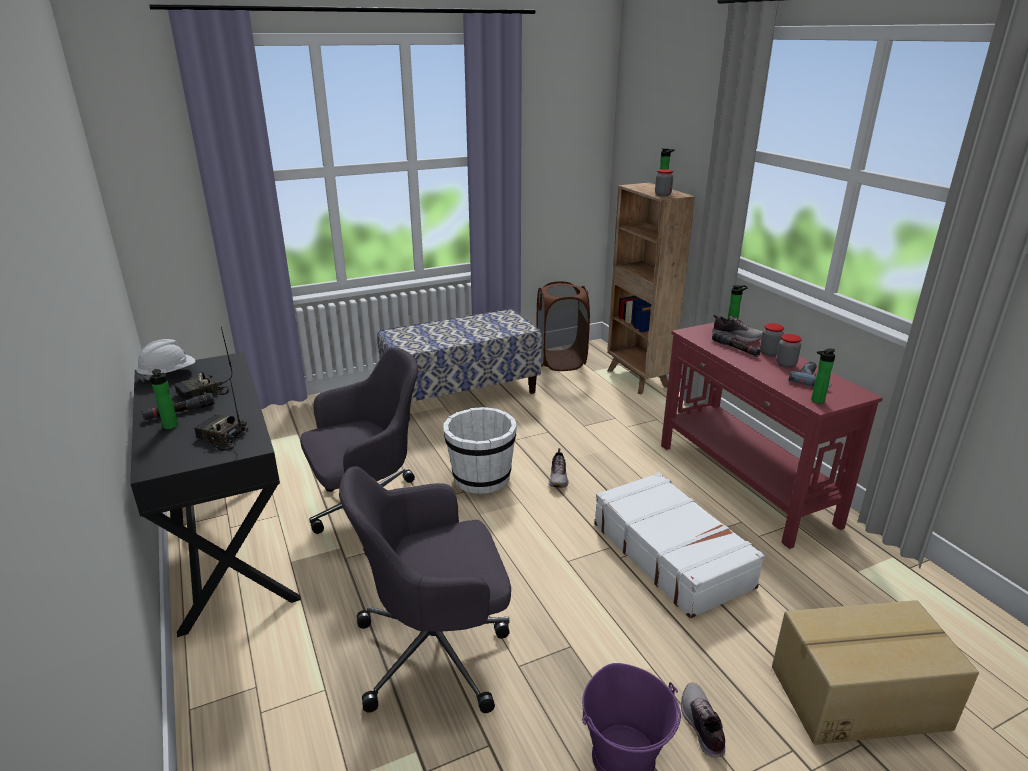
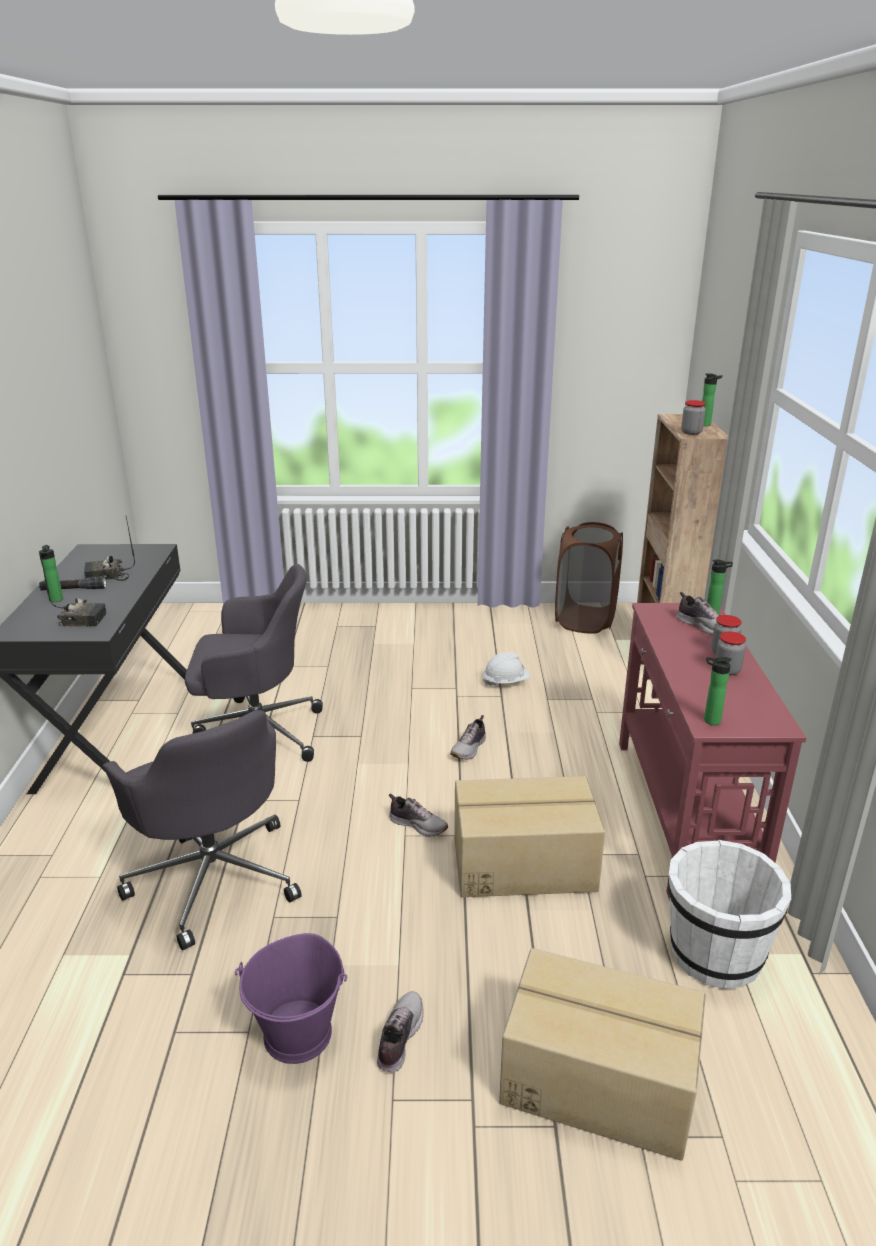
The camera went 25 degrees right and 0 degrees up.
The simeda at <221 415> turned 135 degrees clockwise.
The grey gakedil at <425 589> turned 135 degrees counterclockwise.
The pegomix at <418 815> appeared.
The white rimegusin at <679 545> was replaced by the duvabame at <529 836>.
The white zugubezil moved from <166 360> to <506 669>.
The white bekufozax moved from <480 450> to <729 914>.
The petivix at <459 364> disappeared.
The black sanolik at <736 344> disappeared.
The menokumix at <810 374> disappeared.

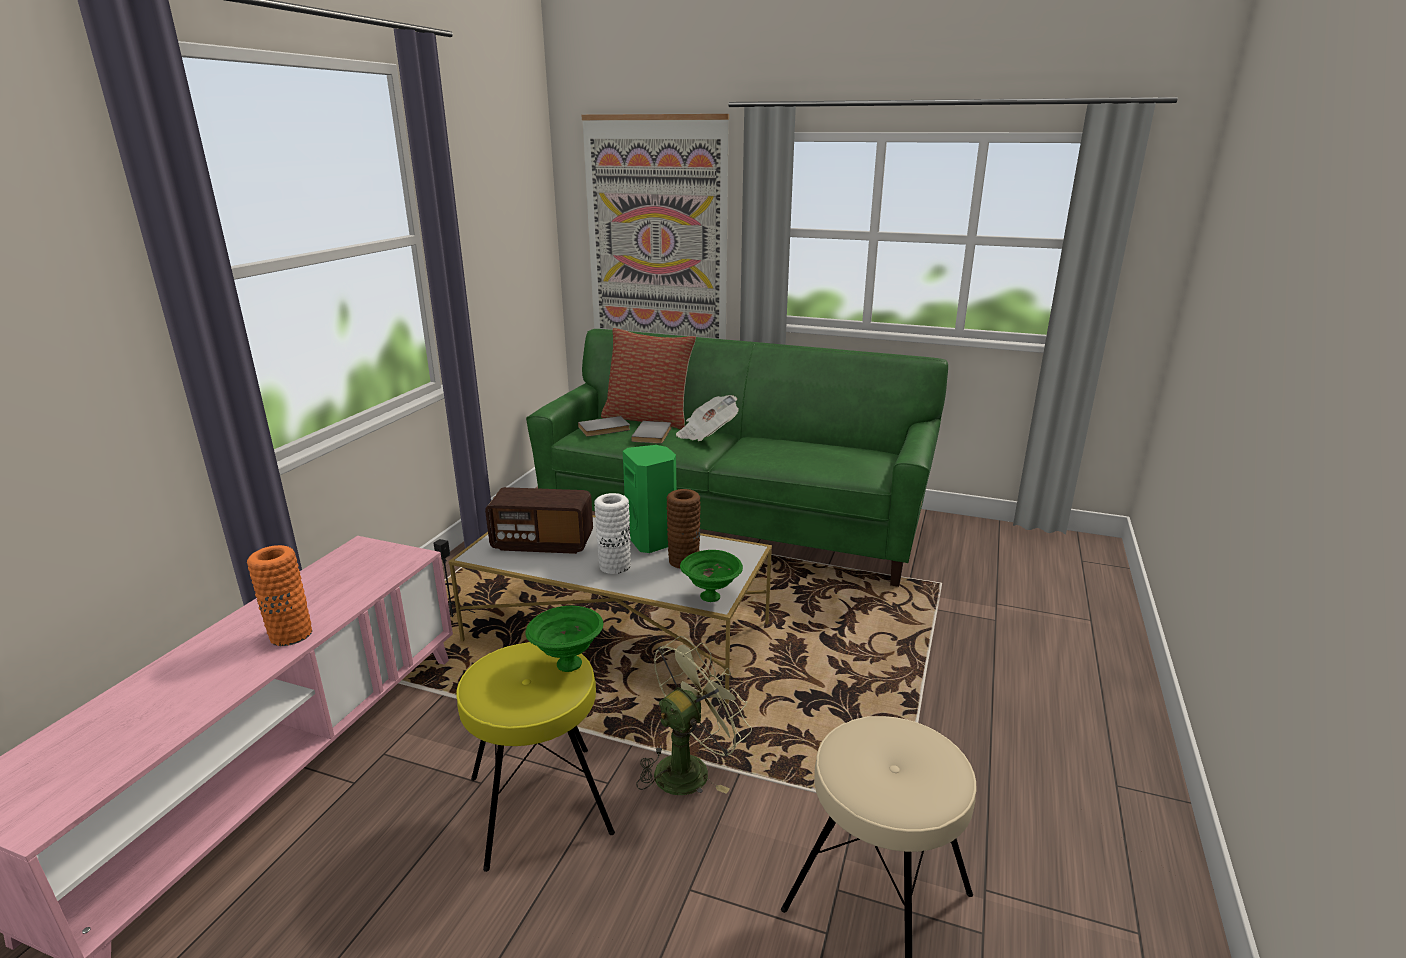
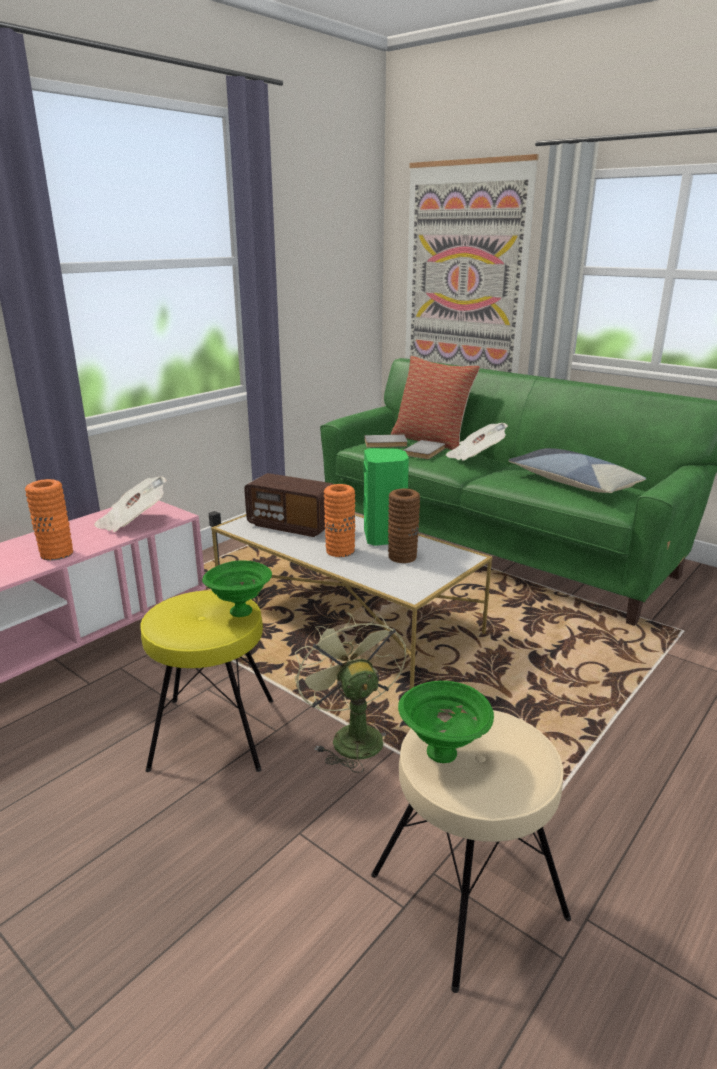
The camera went 20 degrees right and 0 degrees up.
The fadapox at <130 504> appeared.
The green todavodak at <694 715> turned 90 degrees counterclockwise.
The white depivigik at <612 533> became the orange depivigik at <339 520>.
The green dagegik moved from <711 576> to <446 722>.
The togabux at <577 470> appeared.

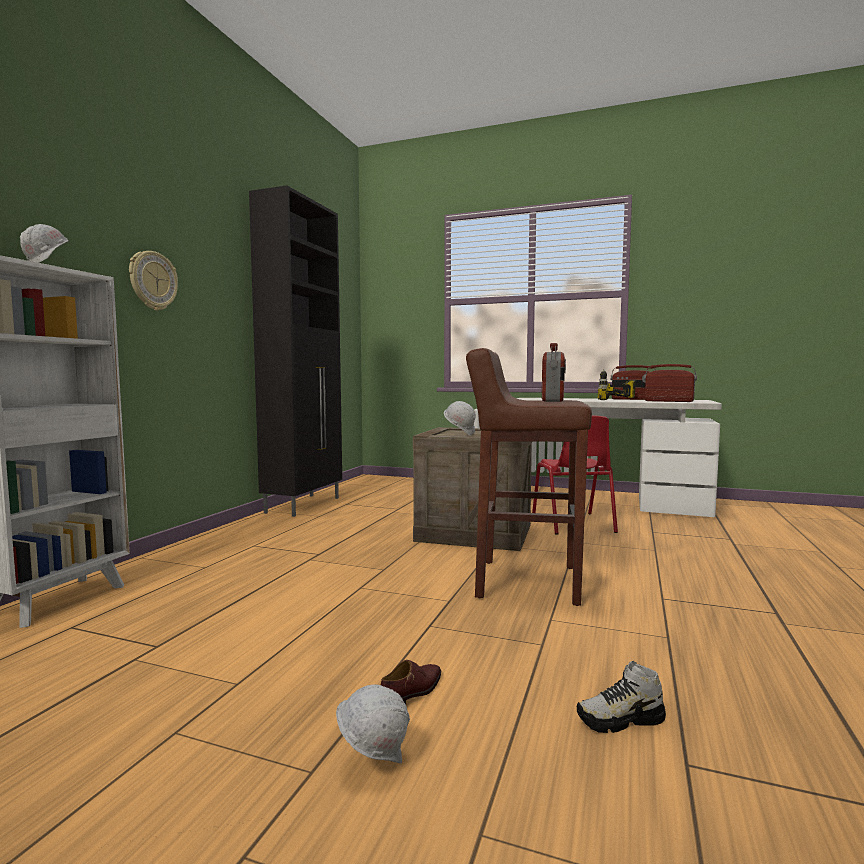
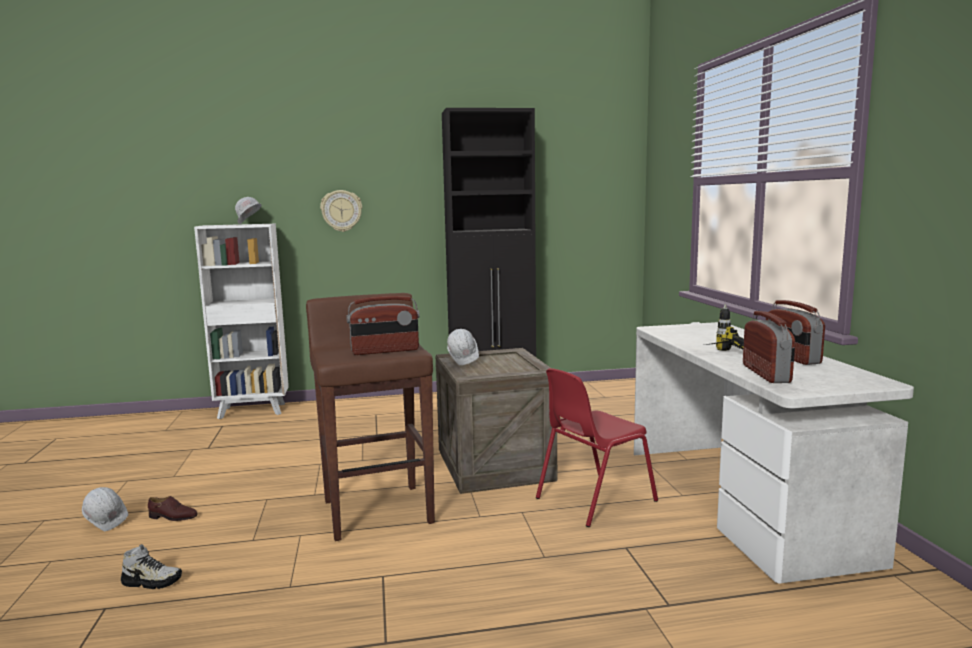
The camera went 60 degrees right and 5 degrees up.
The pegomix at <621 697> turned 135 degrees clockwise.

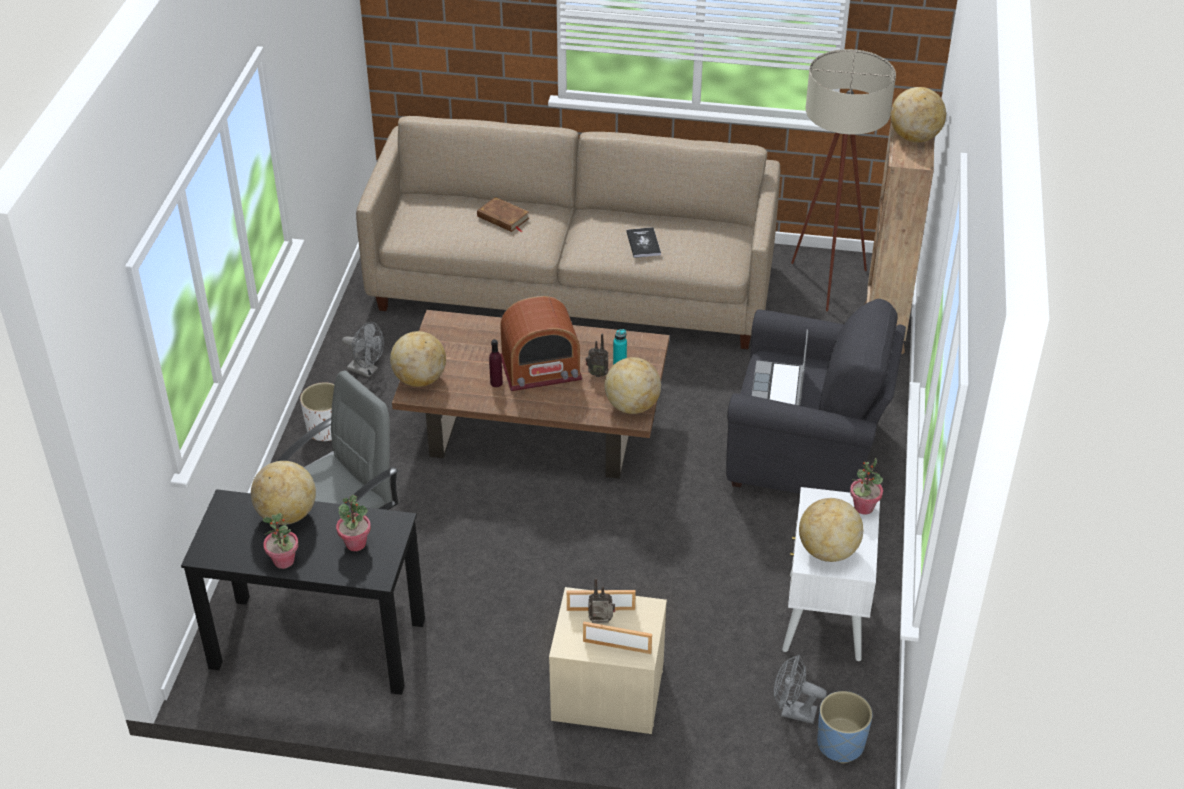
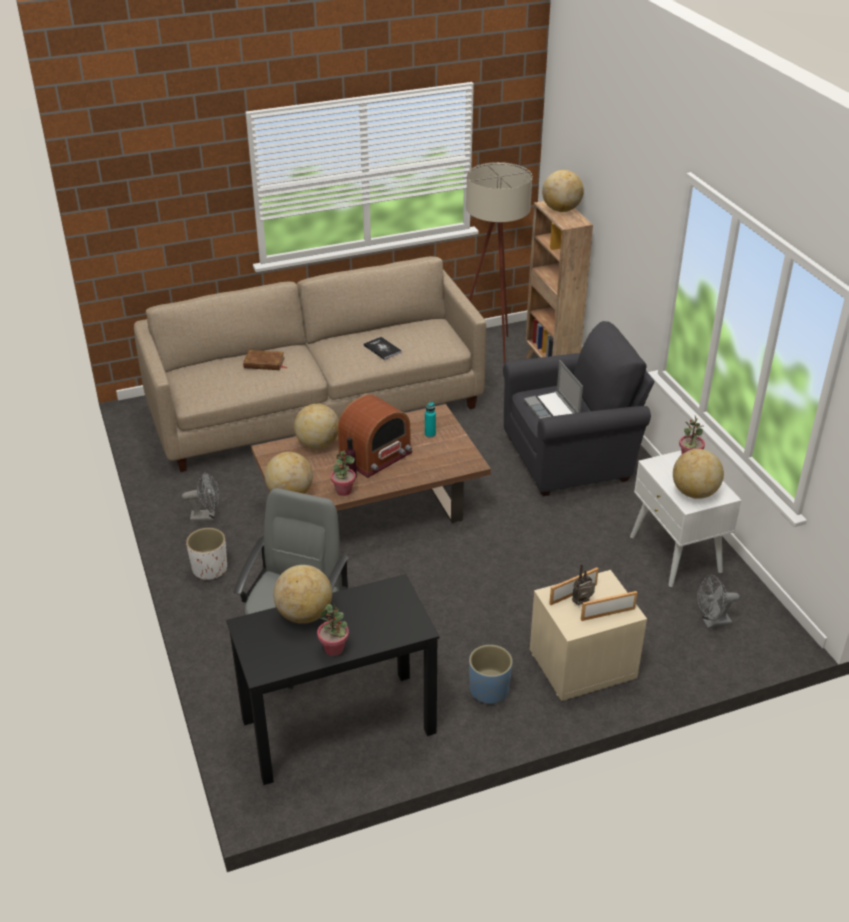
The camera went 30 degrees left and 5 degrees down.
The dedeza moved from <633 385> to <316 426>.
The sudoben moved from <353 523> to <343 473>.
The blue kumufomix moved from <845 727> to <491 674>.
The simeda at <597 355> disappeared.

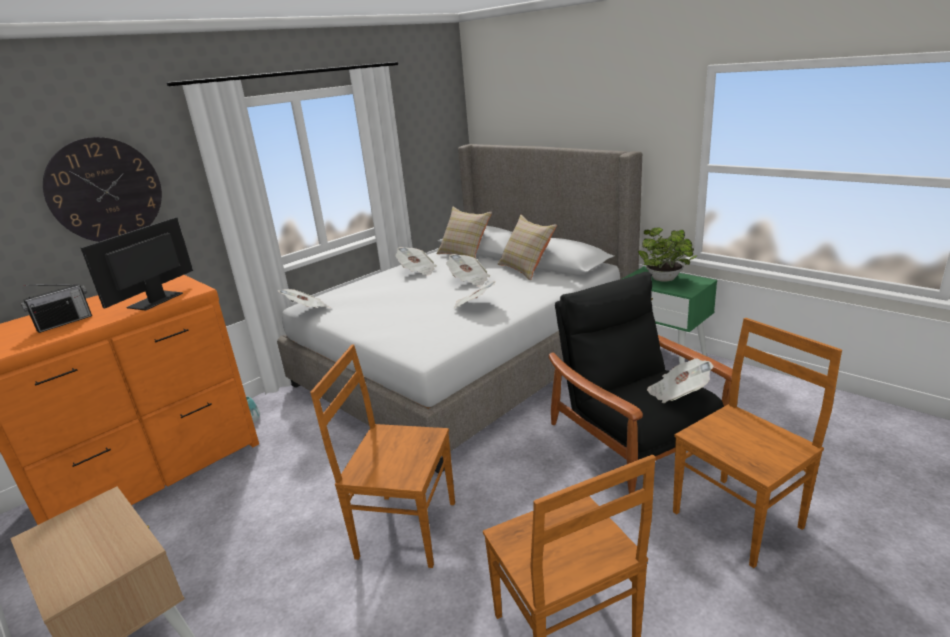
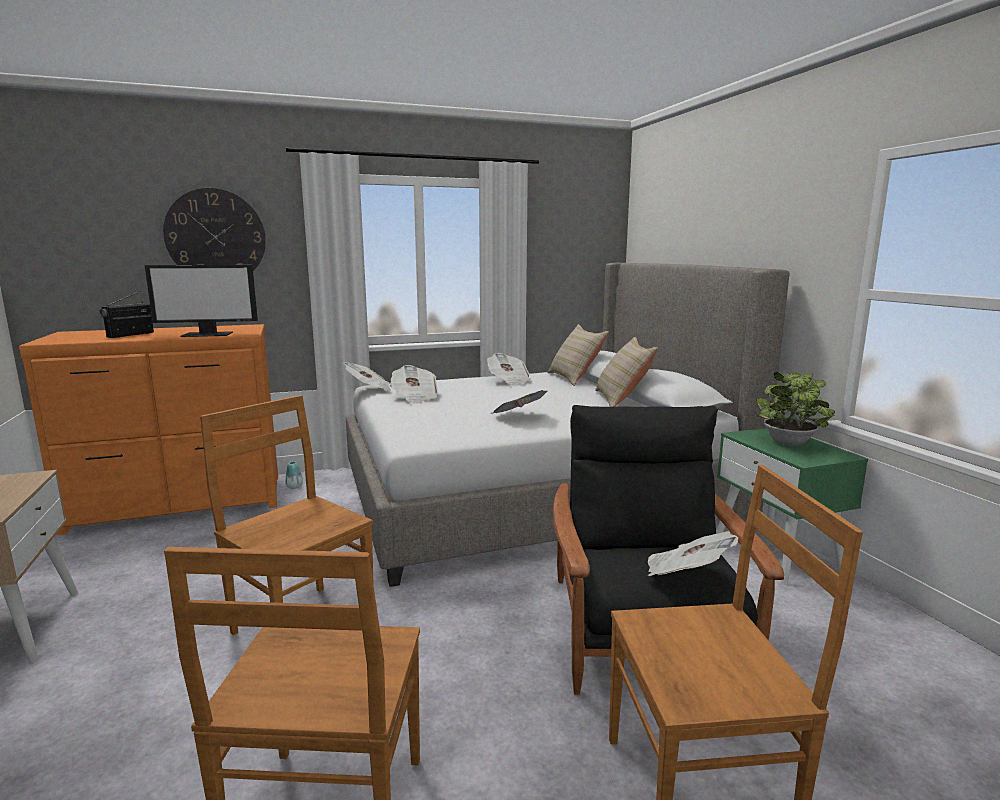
The camera went 25 degrees right and 10 degrees down.
The simeda at <56 308> turned 135 degrees clockwise.
The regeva at <137 264> turned 150 degrees counterclockwise.
The fadapox moved from <468 270> to <414 384>.

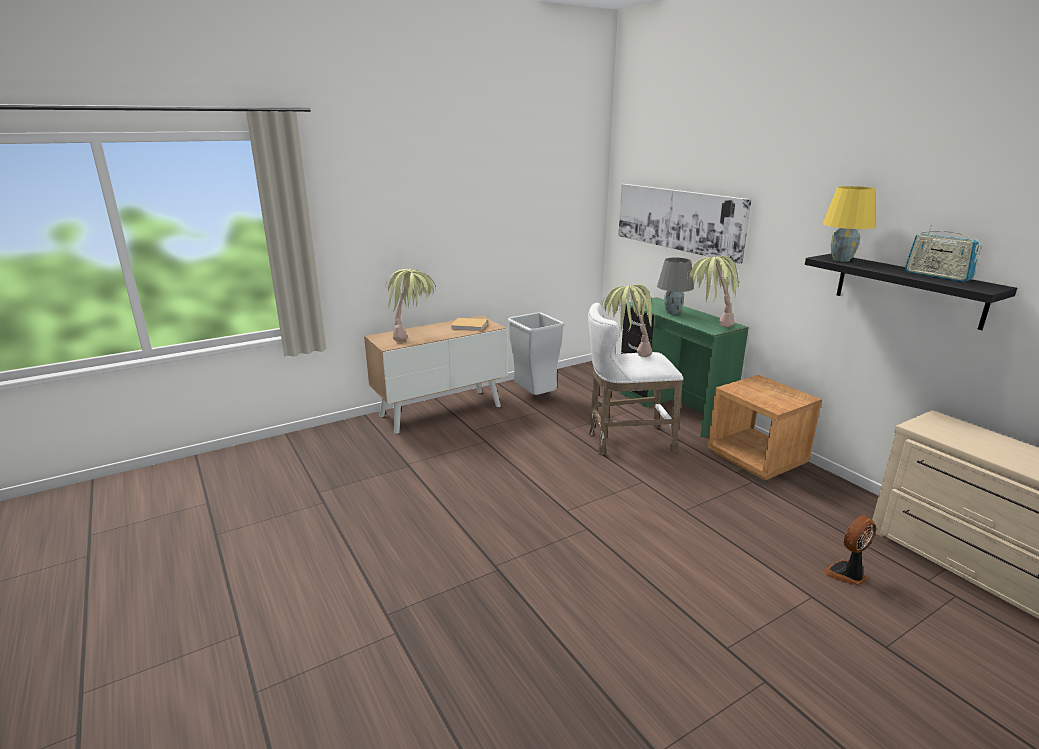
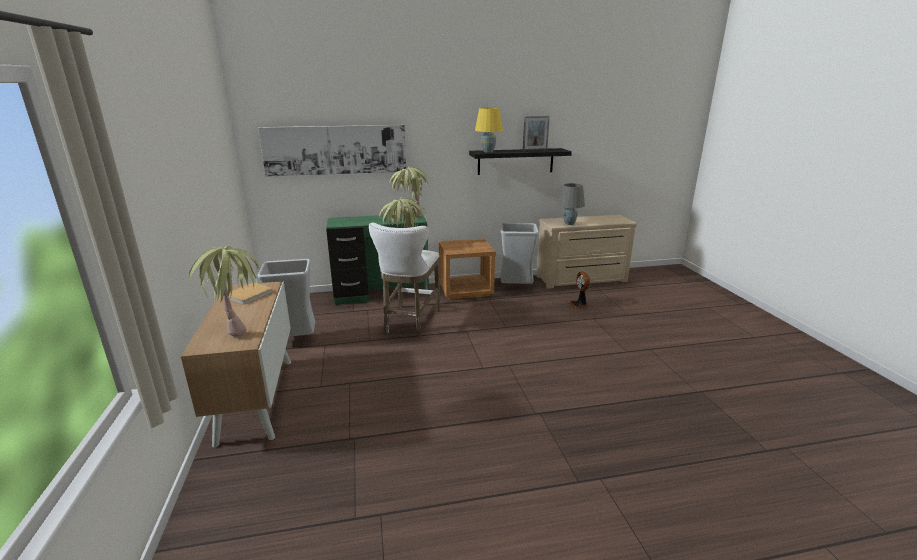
The camera went 70 degrees left and 0 degrees up.
The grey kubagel at <519 253> appeared.
The simeda at <943 253> was replaced by the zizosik at <536 133>.
The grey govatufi moved from <675 286> to <571 204>.

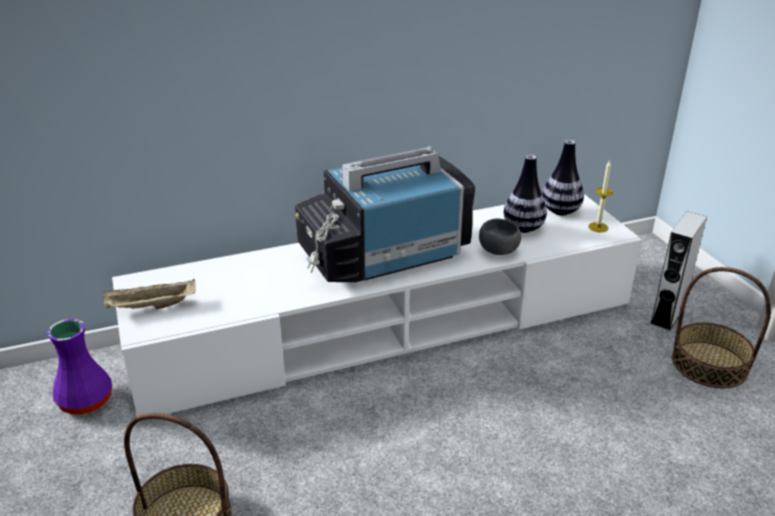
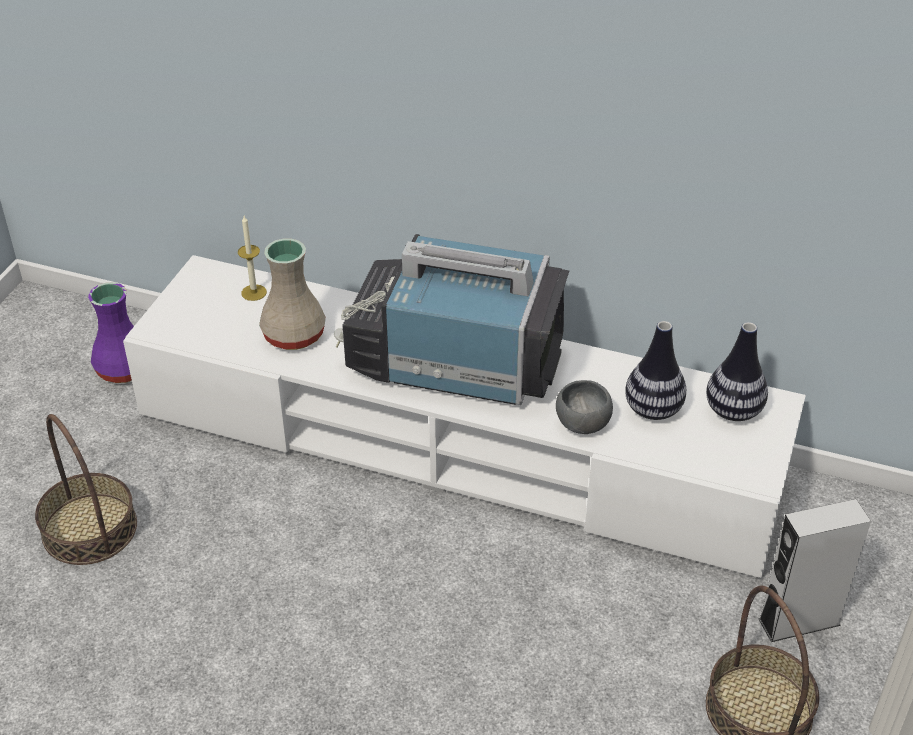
The camera went 40 degrees right and 10 degrees up.
The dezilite moved from <600 196> to <252 258>.
The beige depivigik at <292 294> appeared.
The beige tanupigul at <149 294> disappeared.

